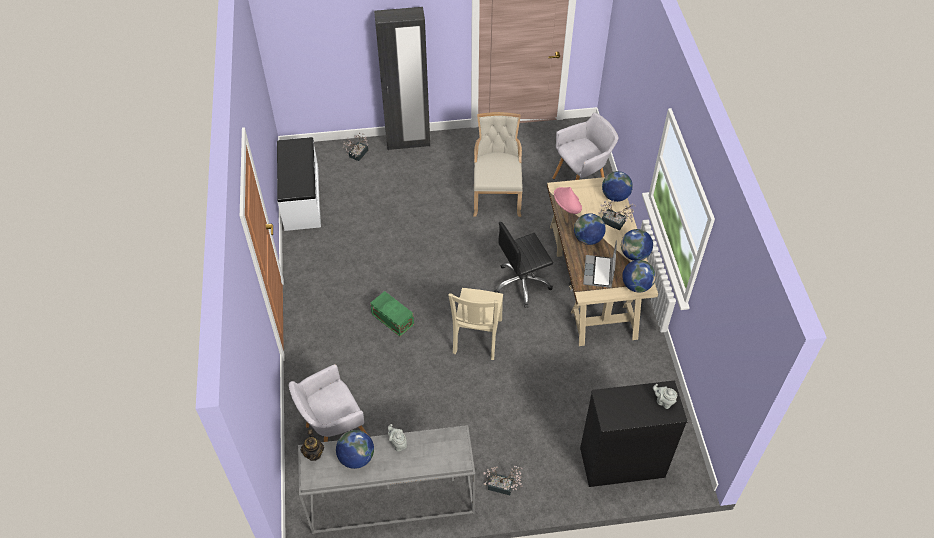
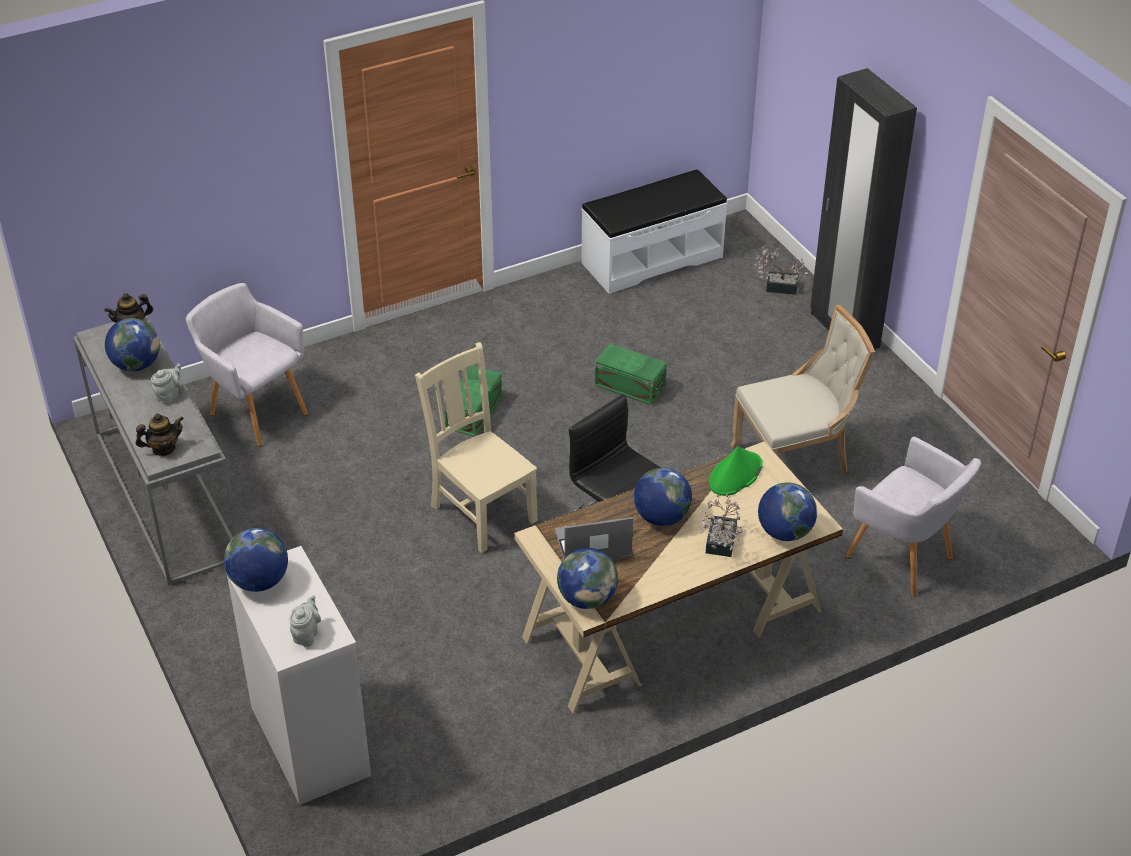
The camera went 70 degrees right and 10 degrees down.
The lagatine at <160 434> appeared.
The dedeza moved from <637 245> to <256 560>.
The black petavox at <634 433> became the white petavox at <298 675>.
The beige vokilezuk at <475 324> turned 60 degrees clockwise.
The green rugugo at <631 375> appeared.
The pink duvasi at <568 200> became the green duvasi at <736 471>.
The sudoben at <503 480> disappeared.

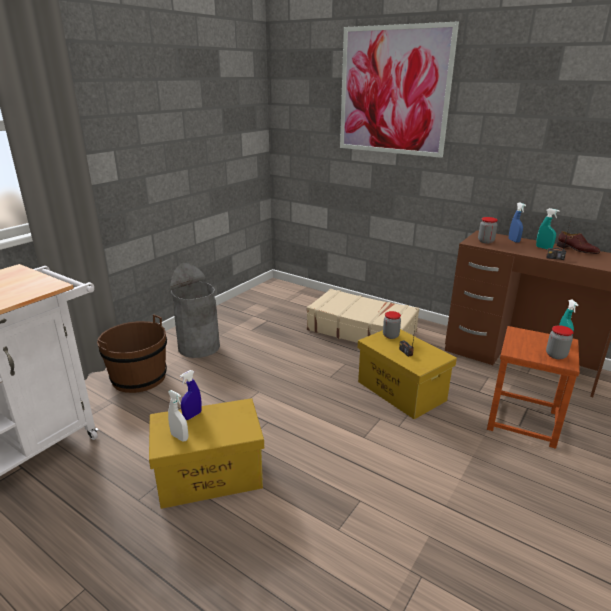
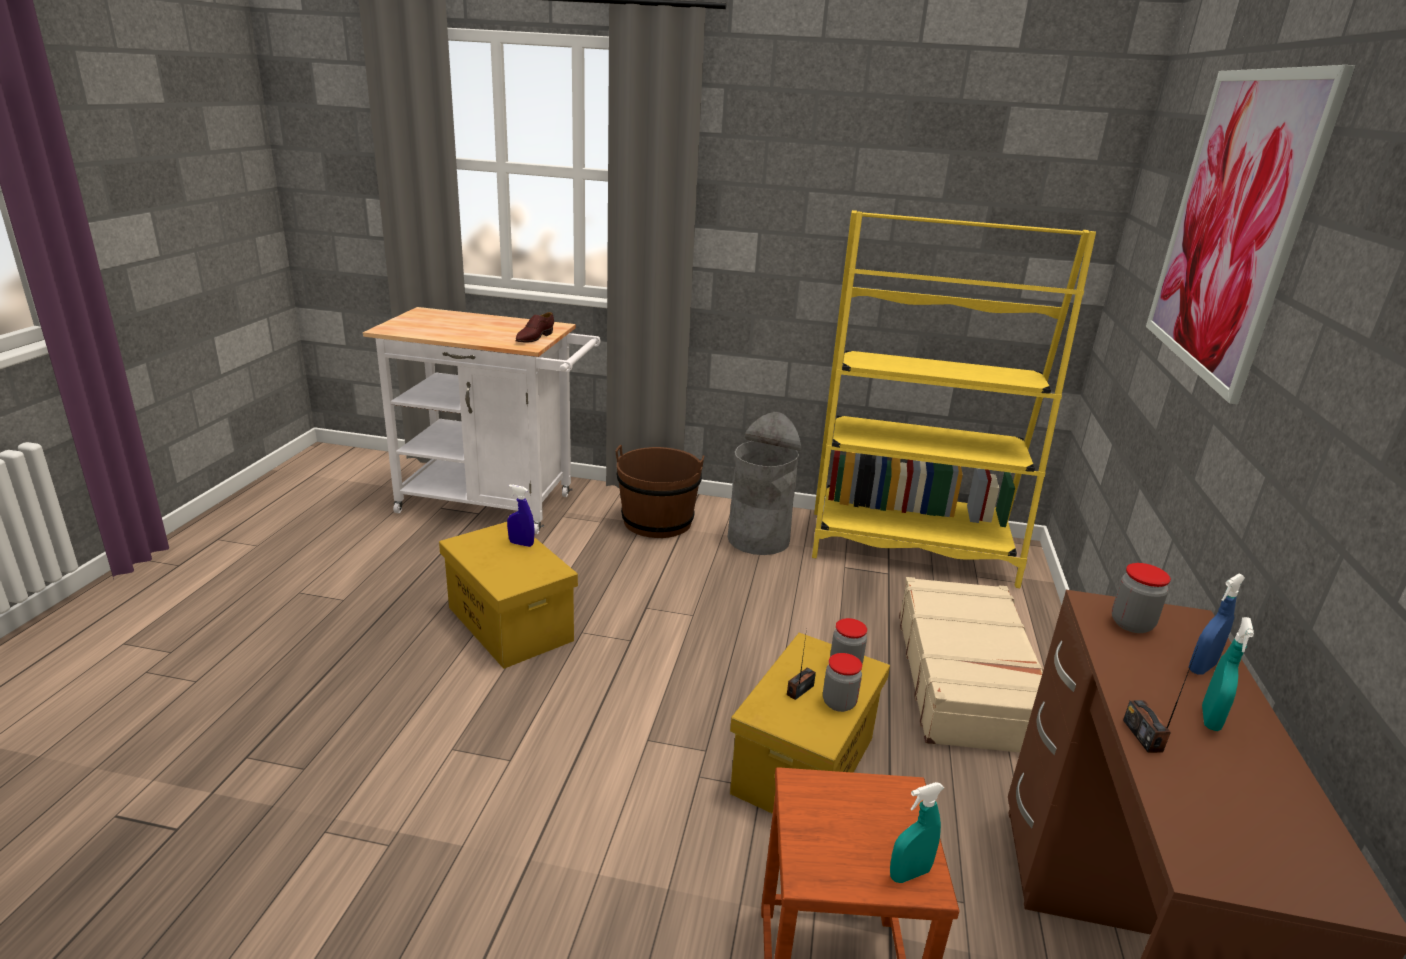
The camera went 65 degrees right and 0 degrees up.
The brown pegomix moved from <578 242> to <535 327>.
The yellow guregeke at <954 399> appeared.
The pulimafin moved from <560 342> to <842 682>.
The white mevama at <178 415> disappeared.

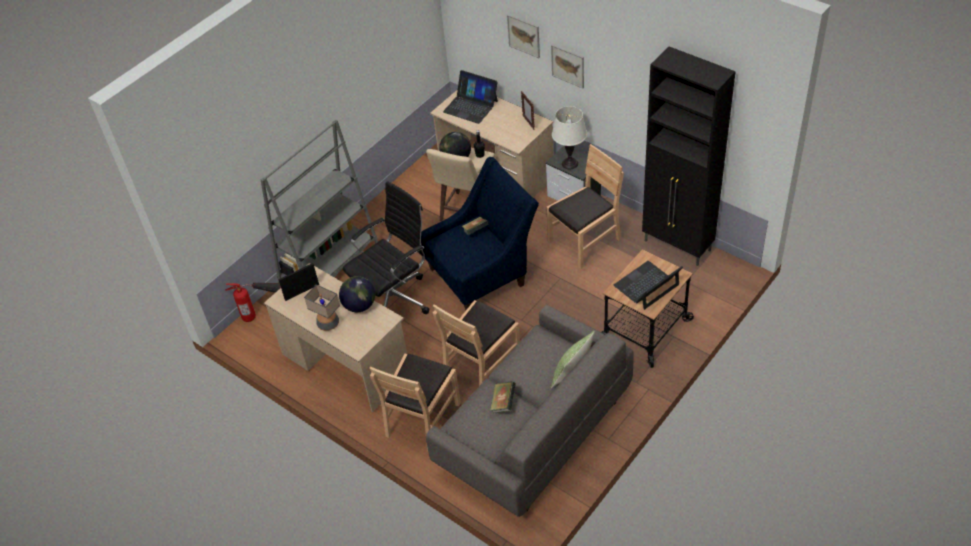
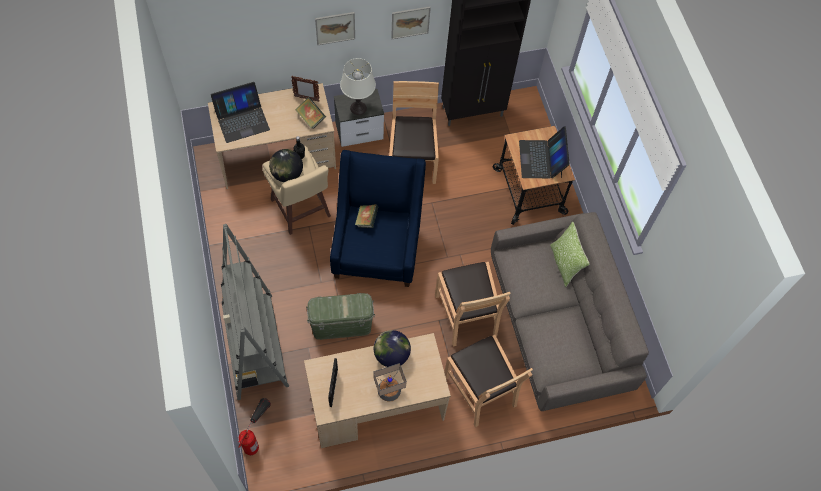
The camera went 60 degrees left and 15 degrees up.
The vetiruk moved from <503 397> to <311 113>.
The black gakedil at <386 247> was replaced by the green rugugo at <340 316>.
The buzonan moved from <523 36> to <411 22>.

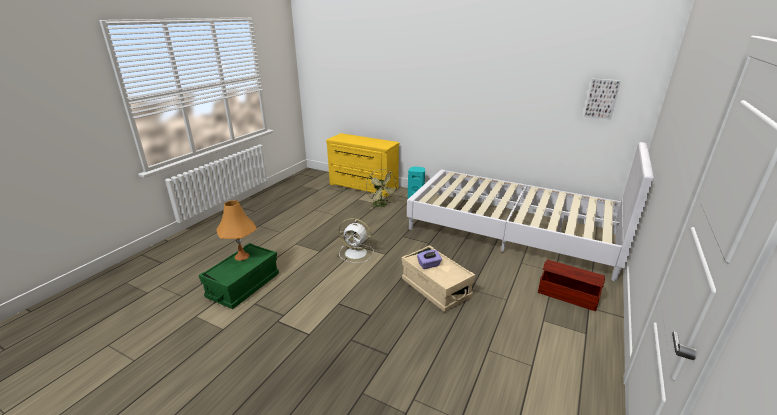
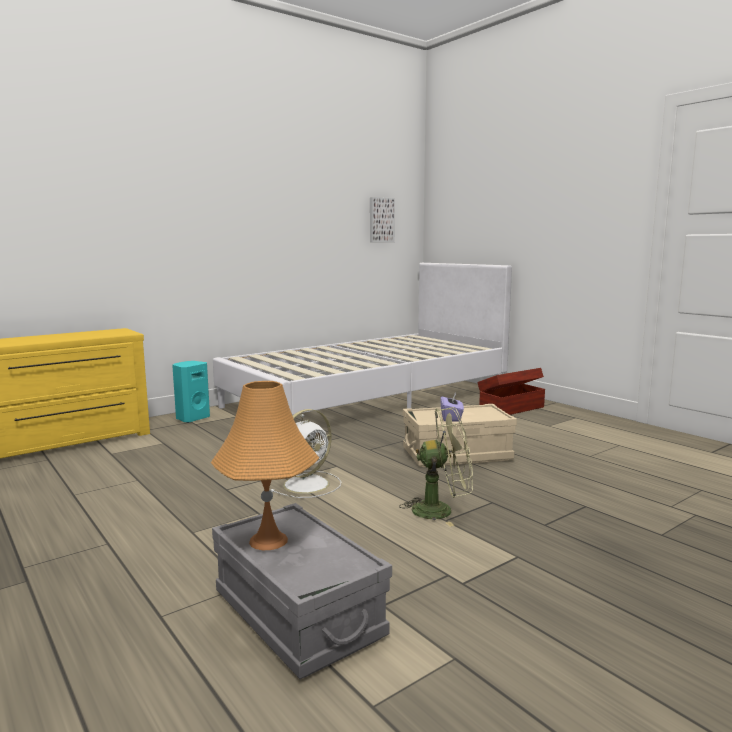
The camera went 65 degrees left and 15 degrees down.
The green rugugo at <239 276> became the grey rugugo at <302 591>.
The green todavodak moved from <382 189> to <436 467>.

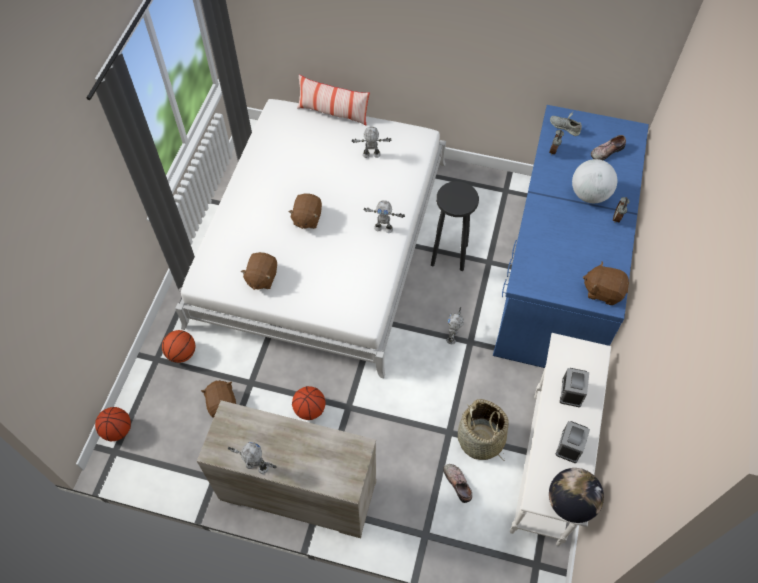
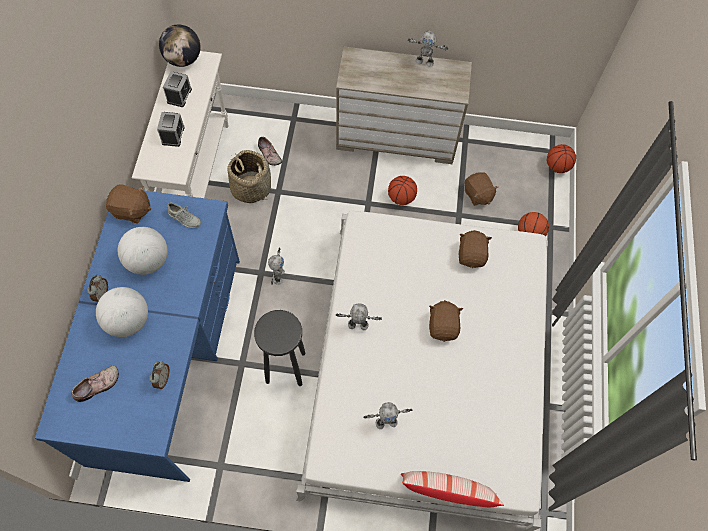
The camera went 170 degrees right and 5 degrees up.
The dedeza at <143 251> appeared.
The grey pegomix moved from <566 124> to <184 215>.

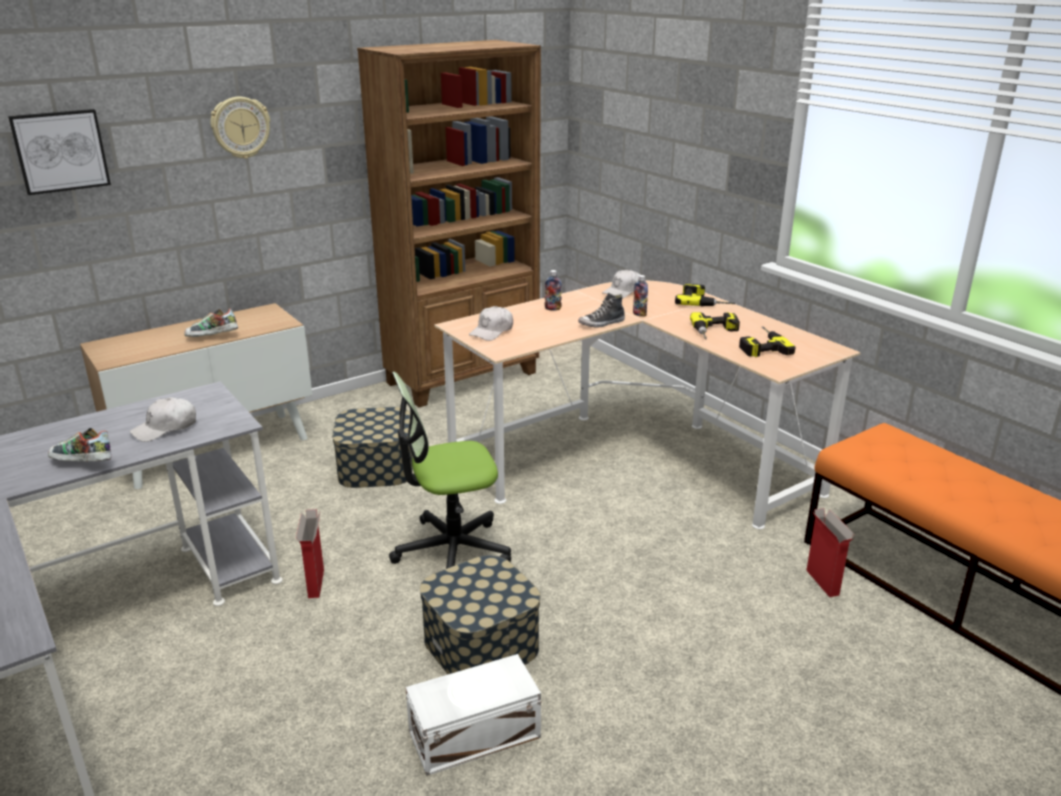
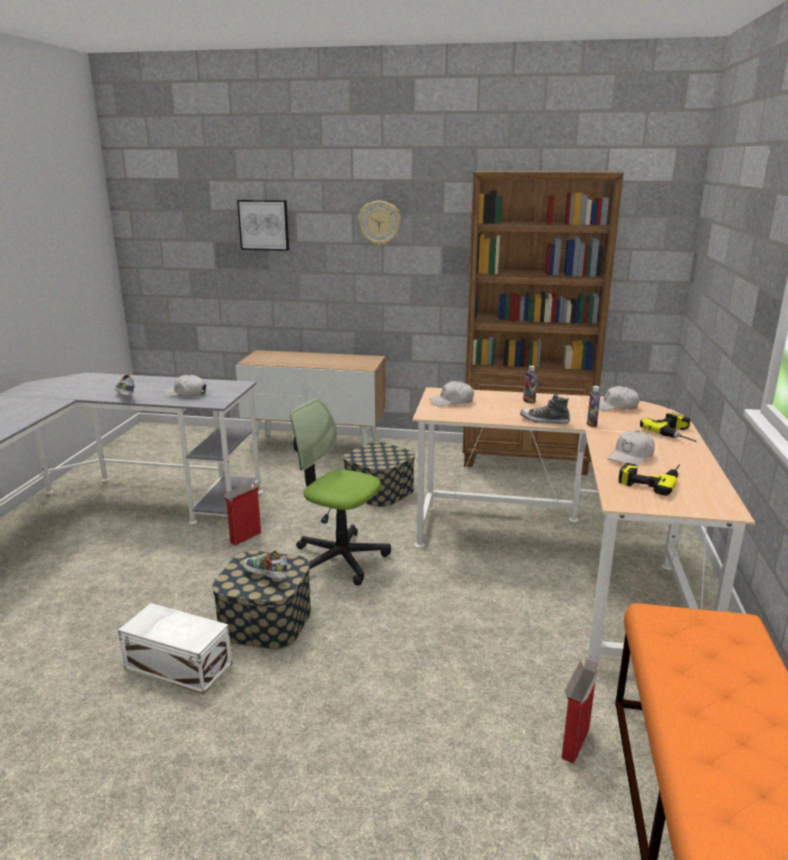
The camera went 45 degrees right and 5 degrees down.
The pegomix moved from <211 322> to <264 565>.
The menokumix at <715 325> was replaced by the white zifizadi at <631 448>.

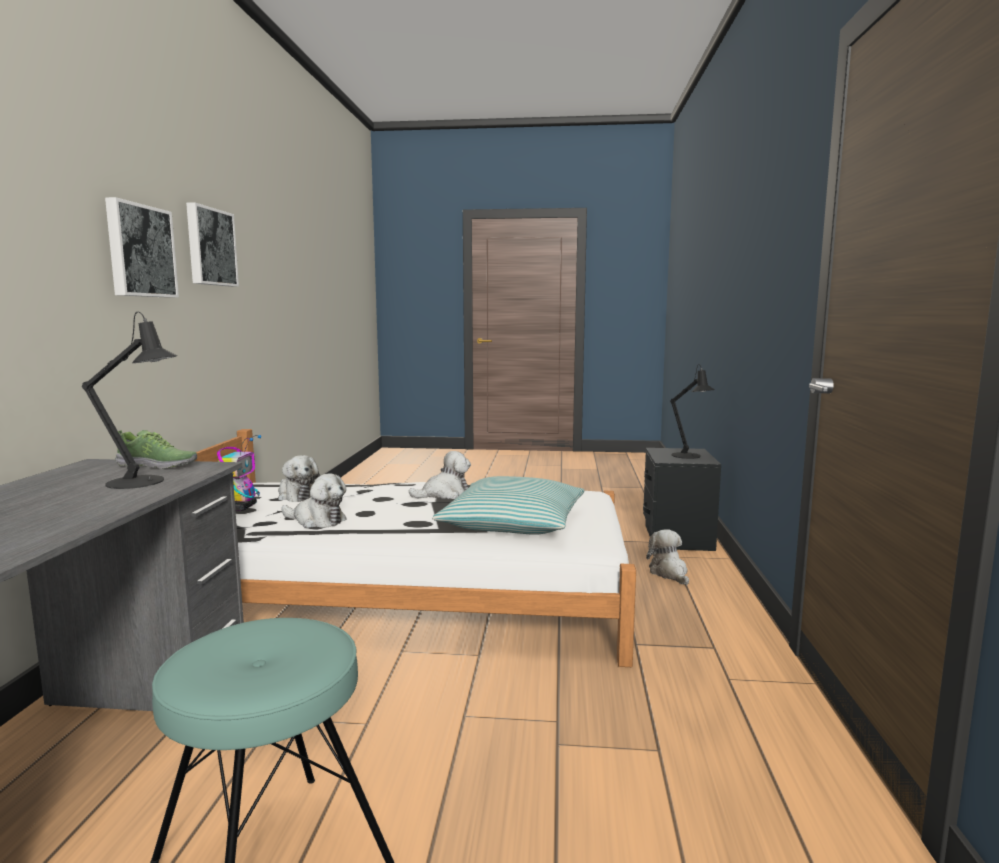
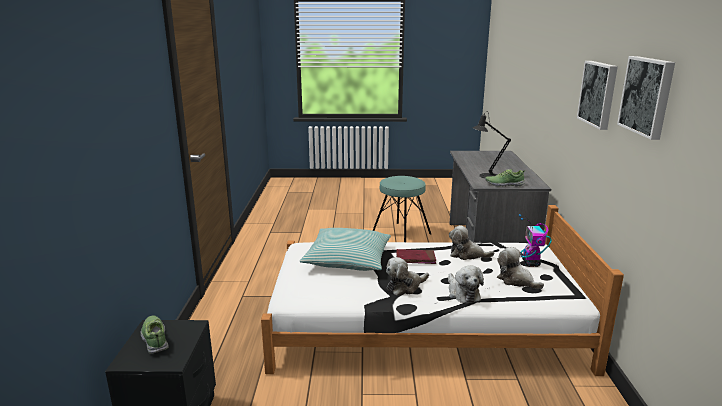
The camera went 175 degrees right and 10 degrees up.
The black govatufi at <692 411> was replaced by the pegomix at <154 335>.
The red vetiruk at <416 256> appeared.
The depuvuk moved from <667 557> to <466 284>.

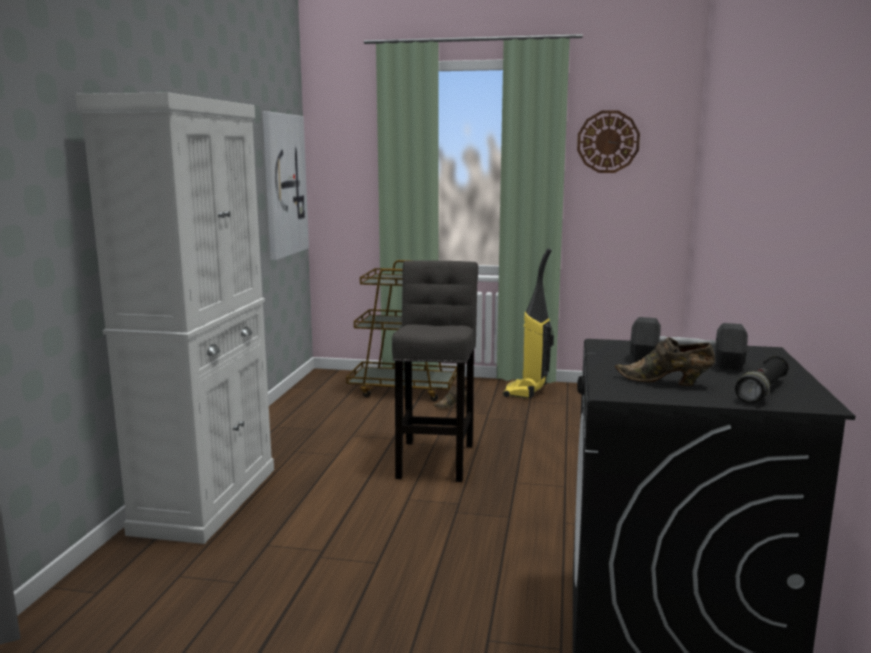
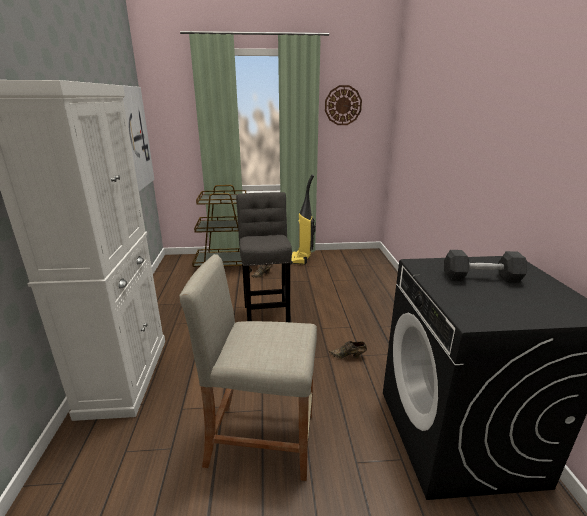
The camera went 15 degrees left and 10 degrees up.
The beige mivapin at <248 367> appeared.
The brown pegomix moved from <665 361> to <347 350>.
The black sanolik at <762 379> disappeared.

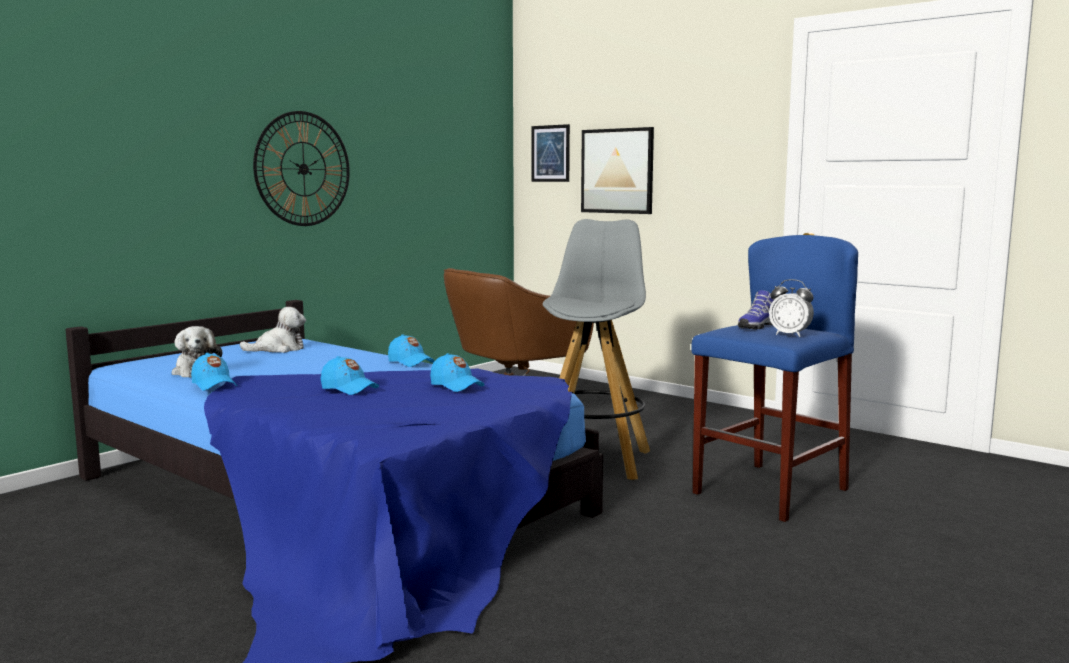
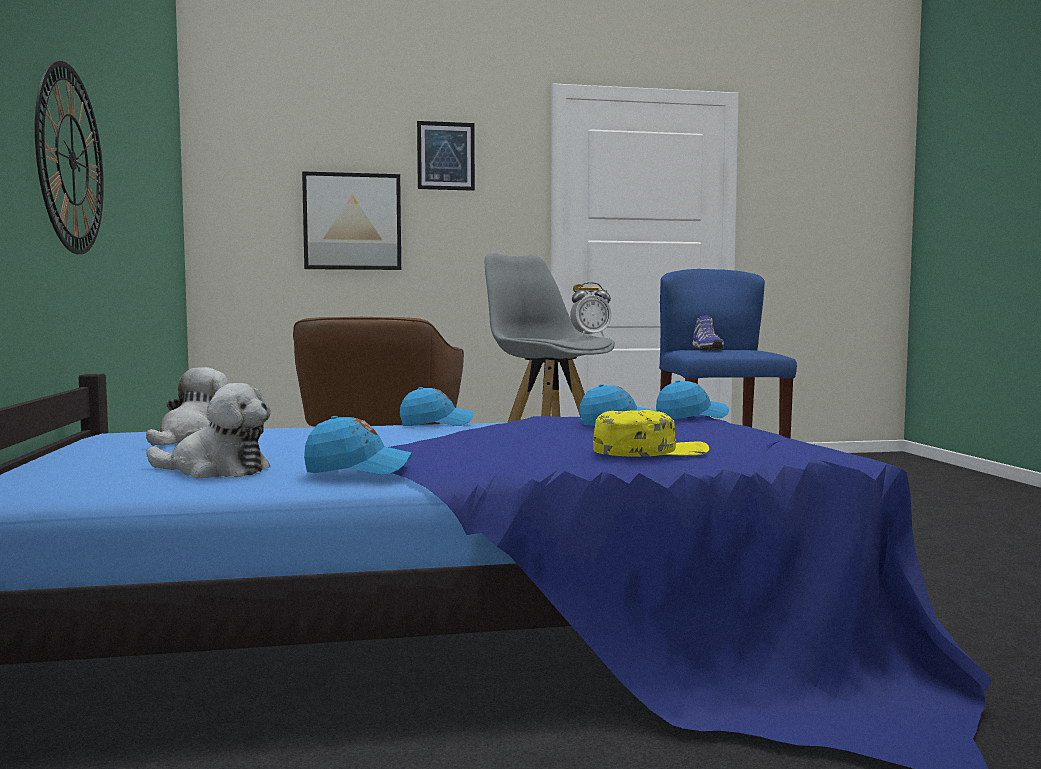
The camera went 50 degrees left and 5 degrees down.
The buzonan moved from <550 153> to <446 156>.
The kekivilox moved from <791 308> to <591 309>.
The yellow zifizadi at <651 433> appeared.
The blue zifizadi moved from <350 375> to <692 399>.

